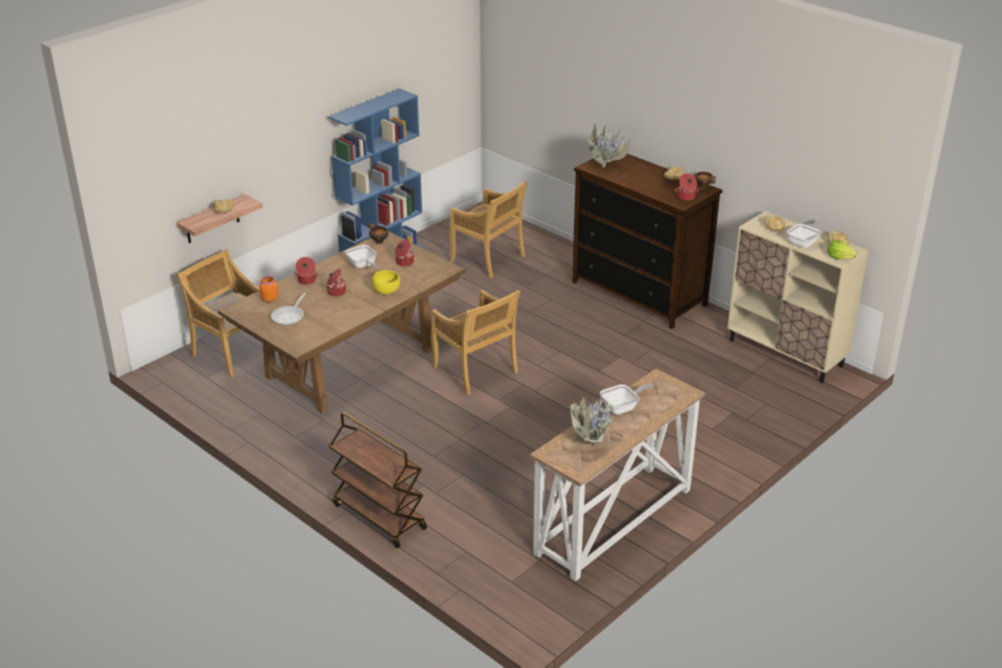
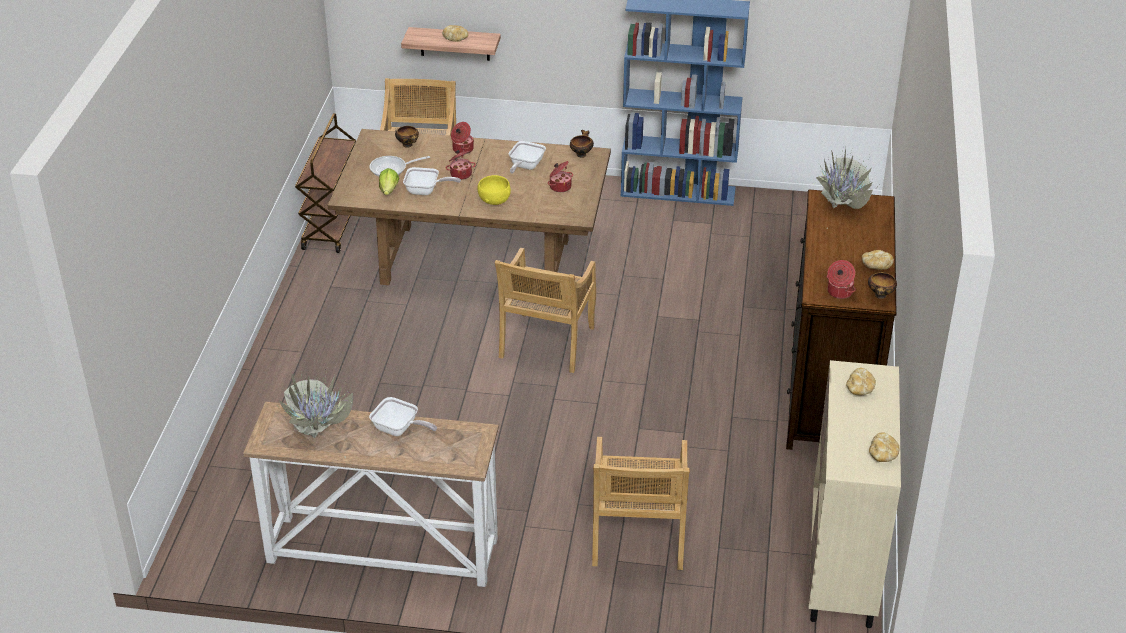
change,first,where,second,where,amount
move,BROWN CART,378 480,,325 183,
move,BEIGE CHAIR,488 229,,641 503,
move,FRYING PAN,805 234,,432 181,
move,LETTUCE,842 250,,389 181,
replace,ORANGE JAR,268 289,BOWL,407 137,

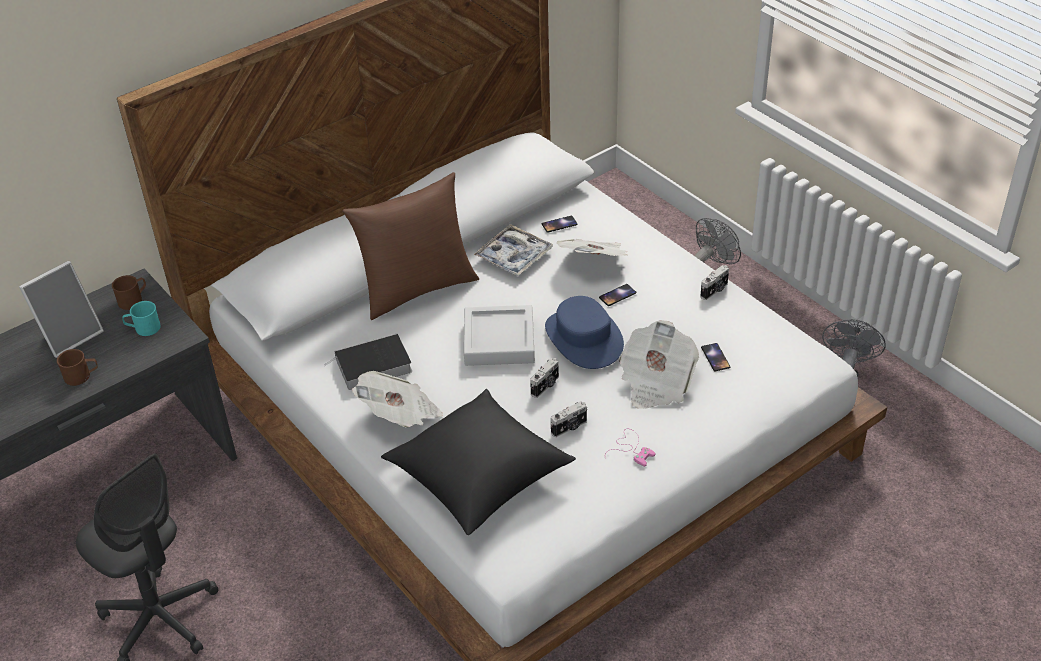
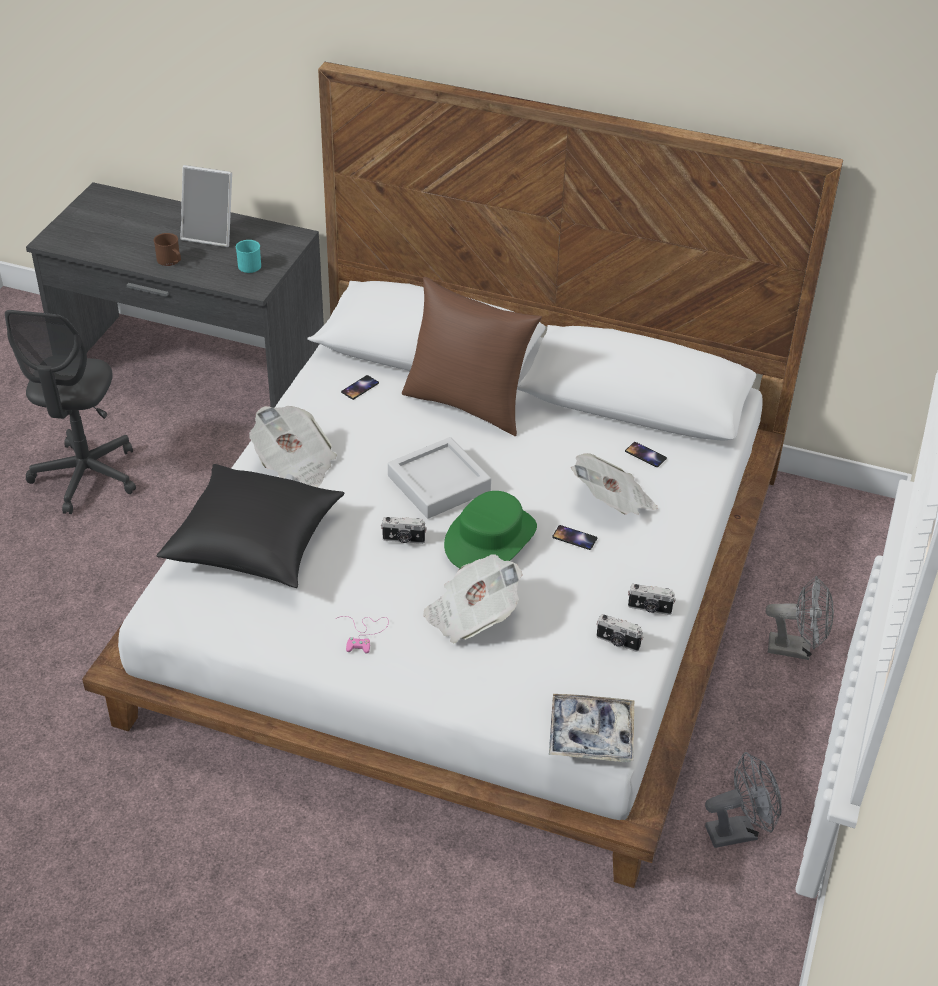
change,first,where,second,where,amount
delete,BROWN MUG,129 292,,,
delete,BOOK,368 361,,,
move,TRAY,513 250,,591 728,
move,PHOTO CAMERA,568 419,,620 633,
move,PHONE,716 357,,360 387,
recolor,BLUE HAT,584 332,GREEN HAT,490 529,

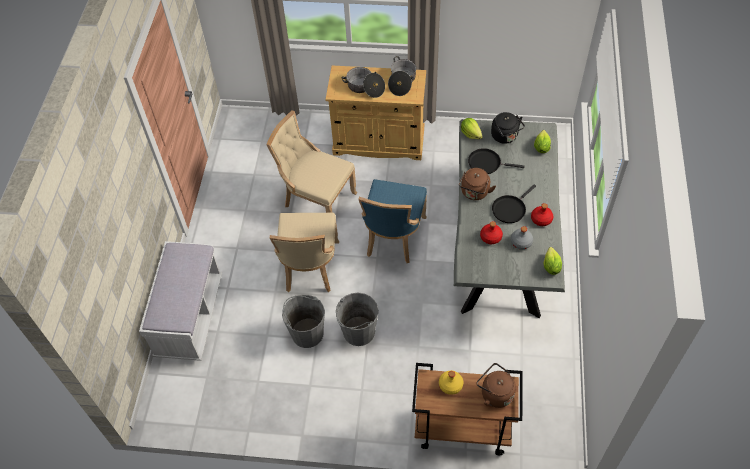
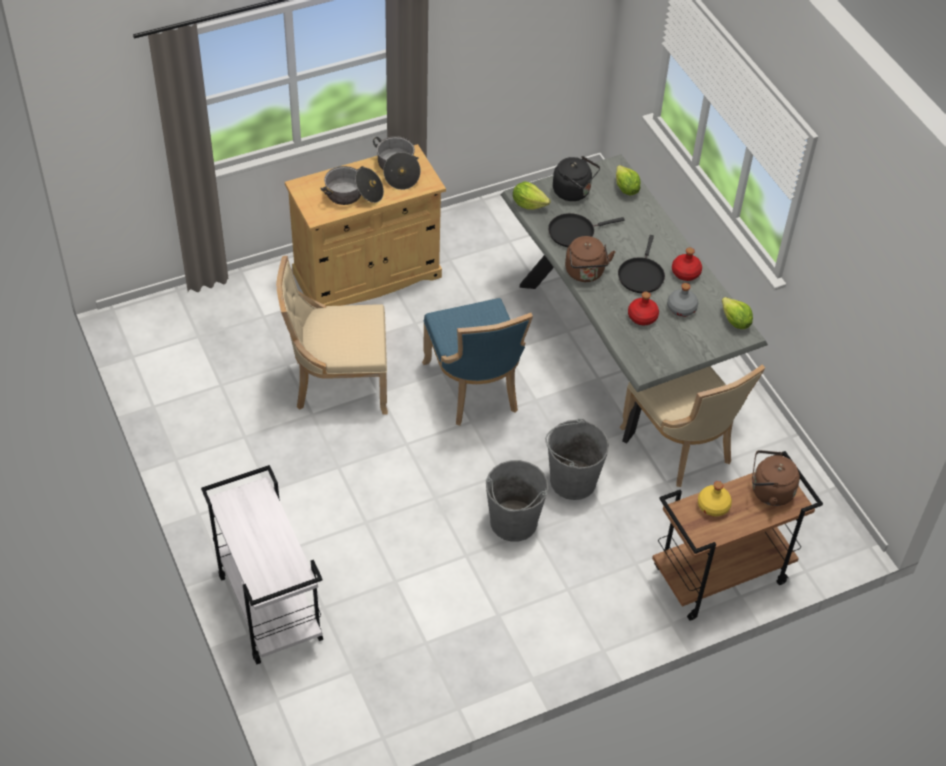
change,first,where,second,where,amount
move,BEIGE CHAIR,304 252,,692 425,
move,GREY BUCKET,303 321,,577 459,
replace,WHITE BENCH,180 301,WHITE CART,262 564,

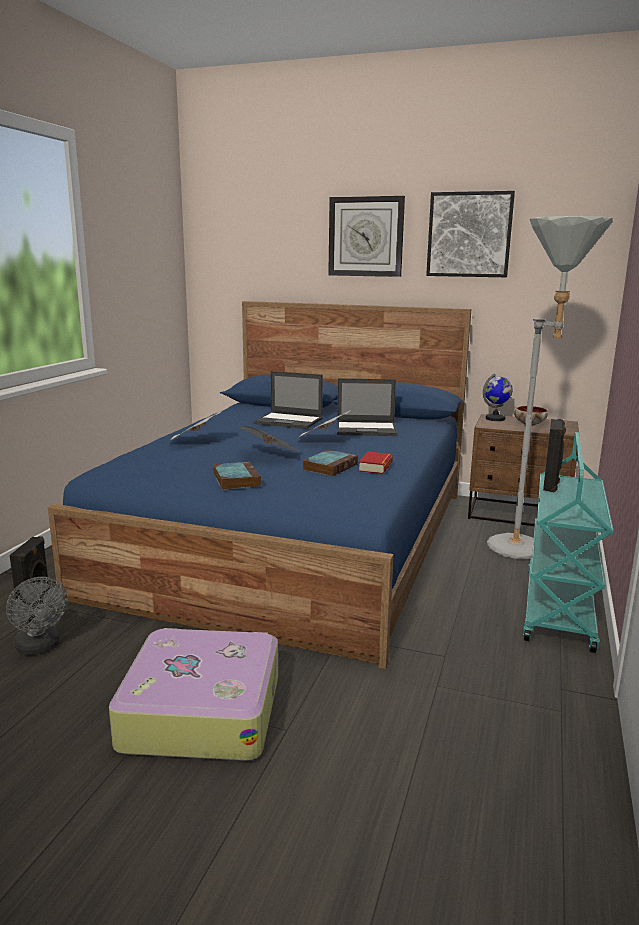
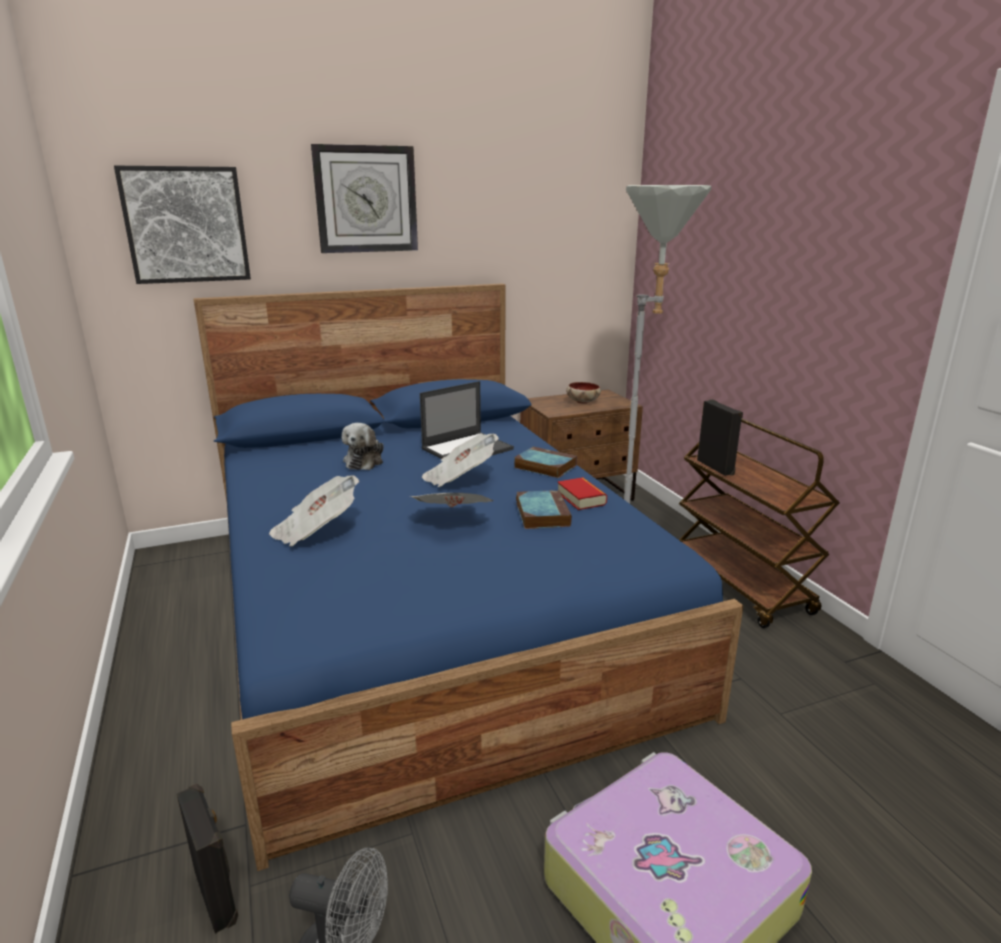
change,first,where,second,where,amount
delete,GLOBE,498 397,,,
move,BOOK,237 475,,545 462,
move,PICTURE,470 234,,182 225,
replace,LAPTOP,288 400,PLUSH TOY,363 446,
recolor,TURQUOISE CART,568 542,BROWN CART,759 523,

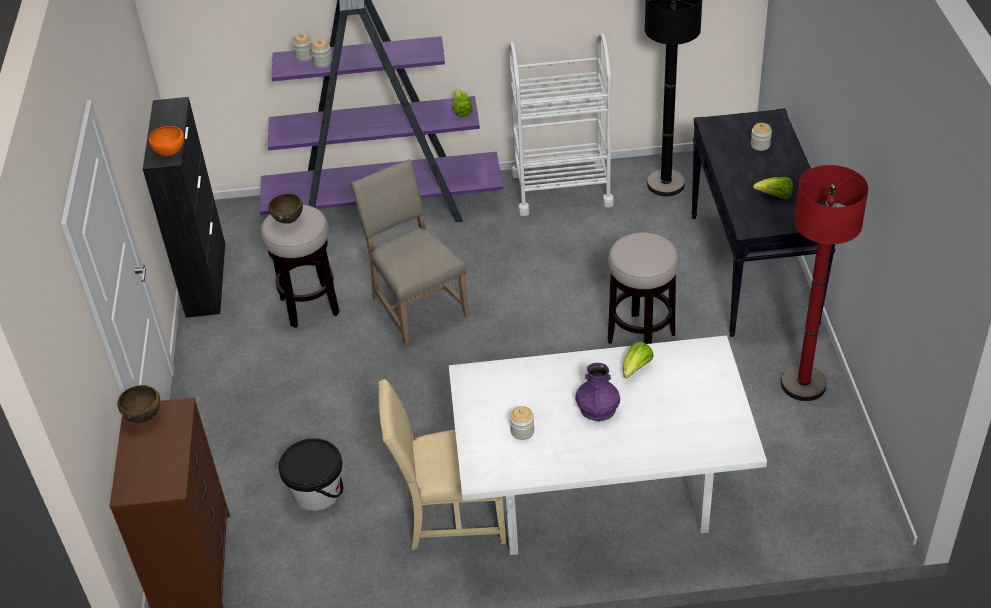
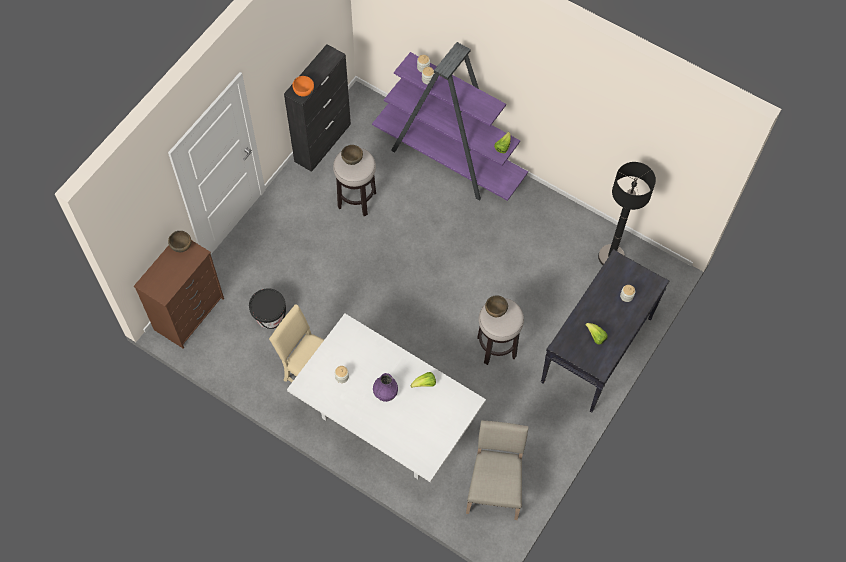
change,first,where,second,where,amount
delete,WHITE CART,561 124,,,
delete,RED FLOOR LAMP,824 283,,,
insert,,,BROWN BOWL,496 306,
move,BEIGE CHAIR,410 252,,497 470,

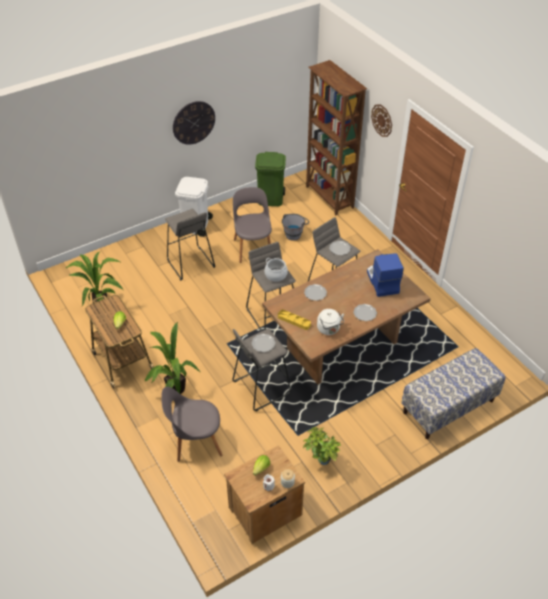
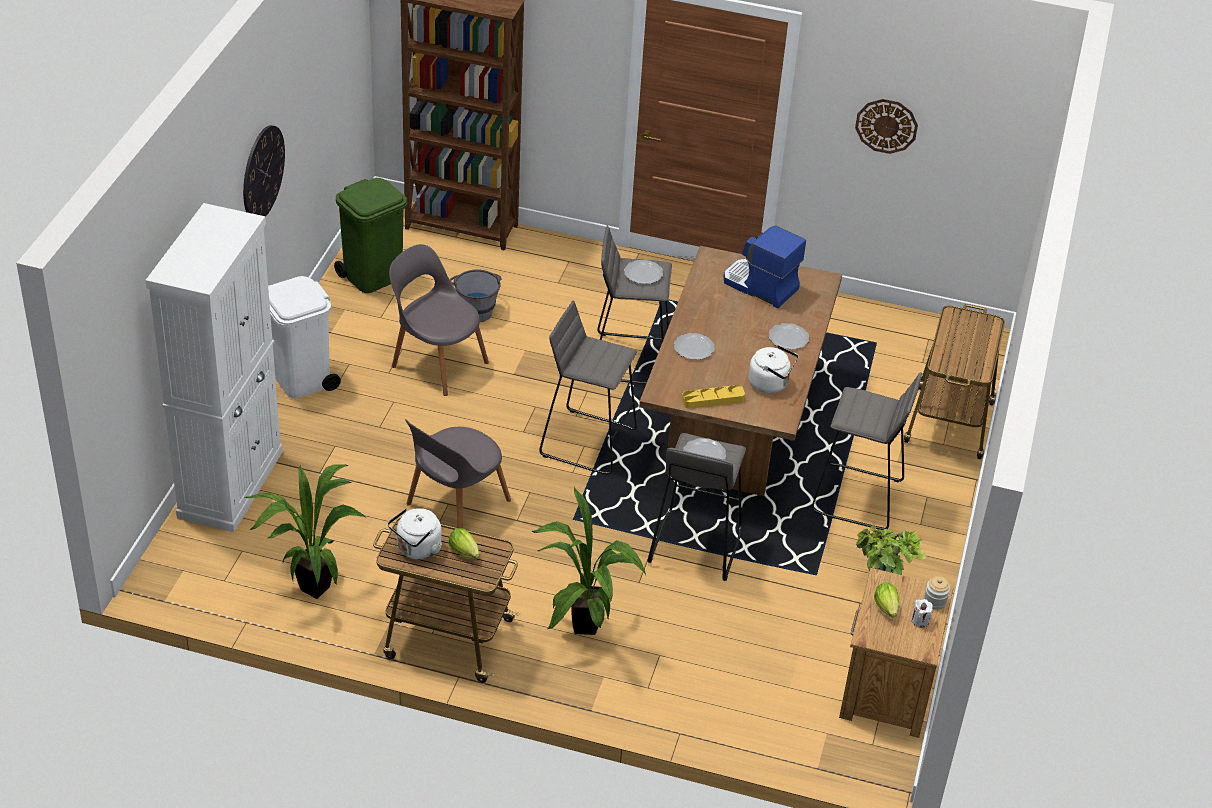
change,first,where,second,where,amount
delete,COOKING POT,276 270,,,
insert,,,WHITE CABINET,214 367,
insert,,,WHITE KETTLE,414 534,
move,GREY CHAIR,191 424,,458 474,
move,GREY STOOL,190 244,,867 451,
move,WALL CLOCK,381 120,,886 126,
replace,BENCH,453 393,CART,954 381,

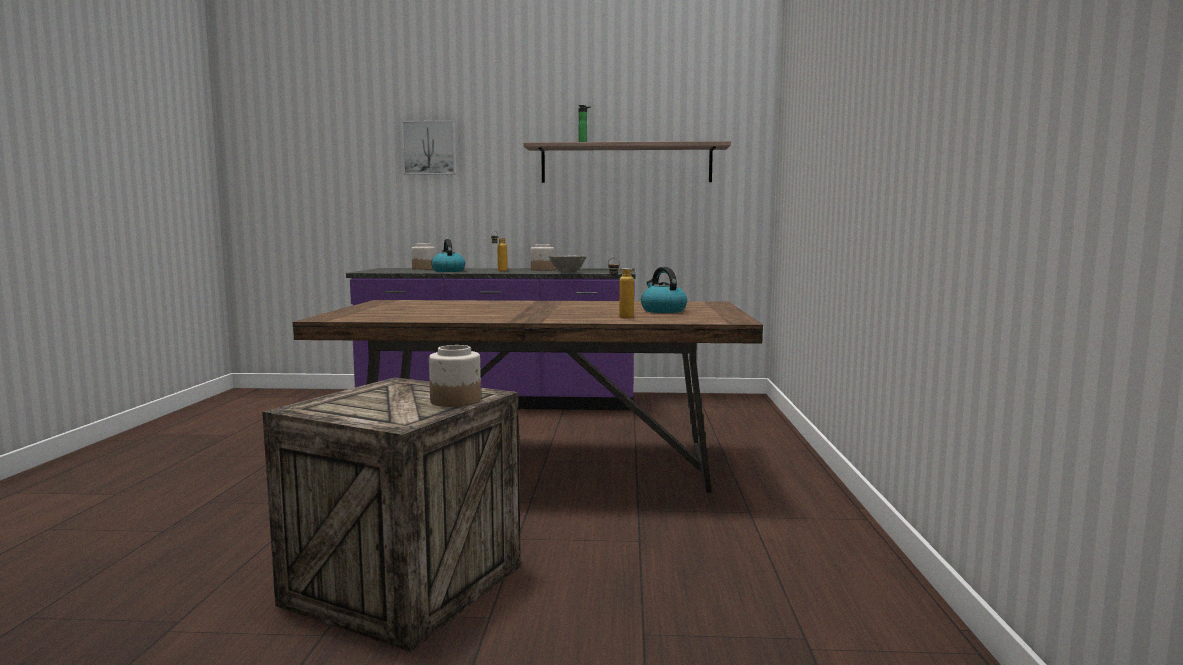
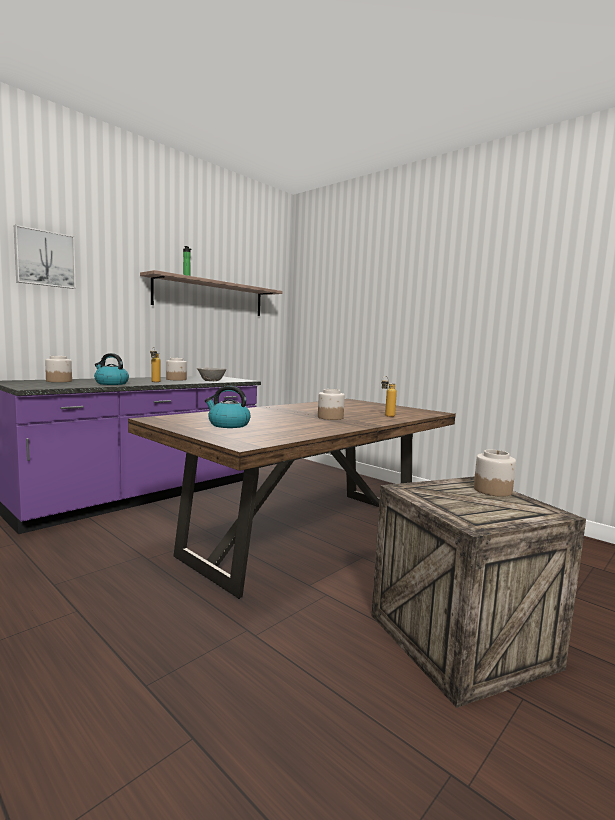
change,first,where,second,where,amount
insert,,,JAR,331 404,
move,KETTLE,664 290,,228 407,

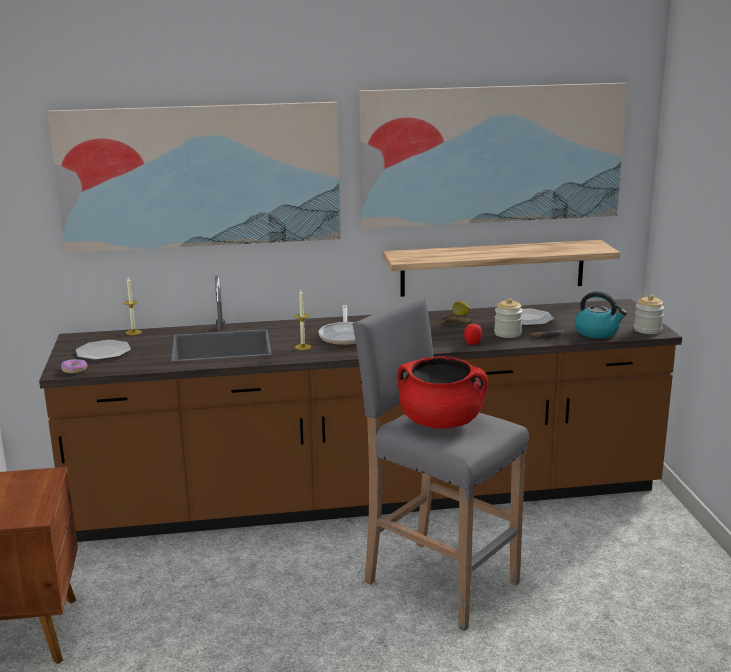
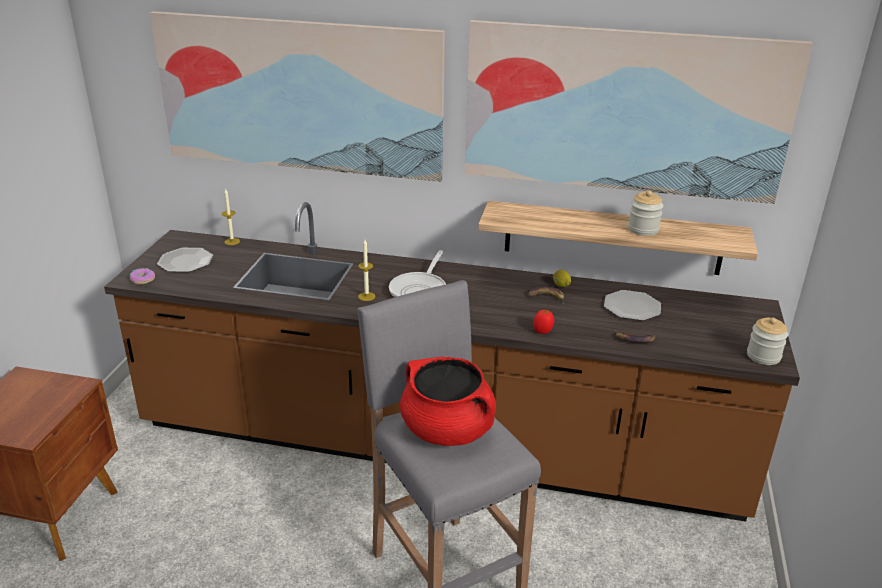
change,first,where,second,where,amount
delete,KETTLE,600 314,,,
move,JAR,508 318,,645 213,

